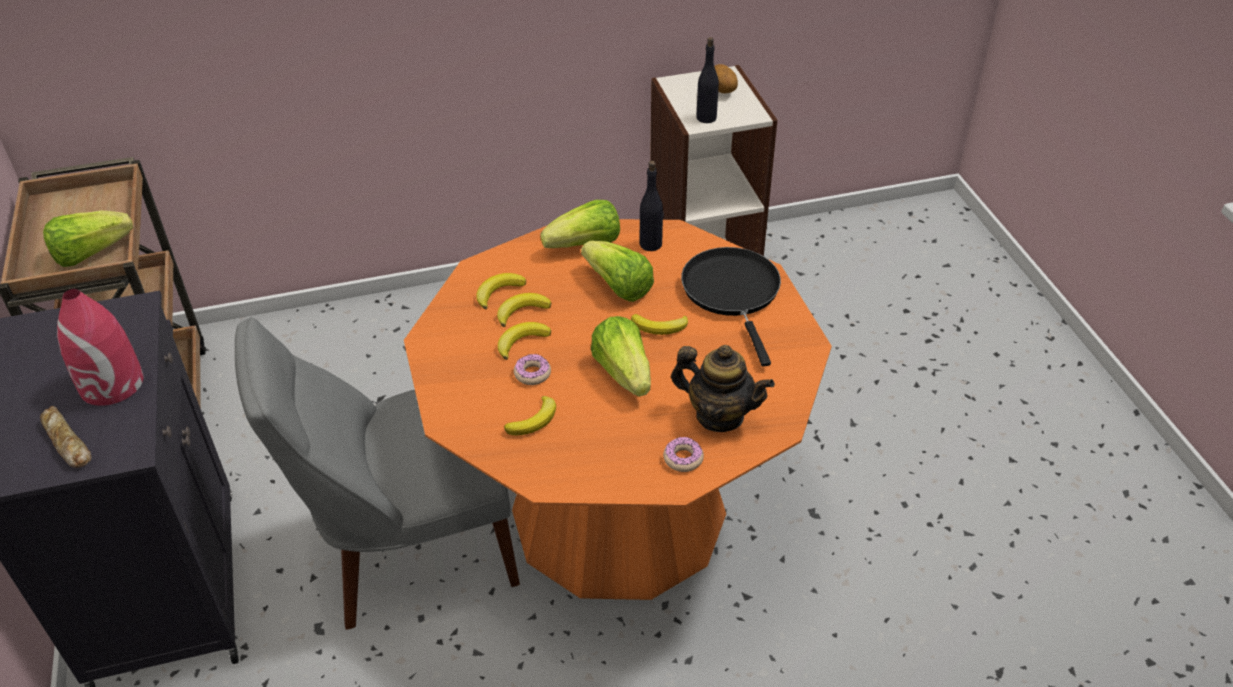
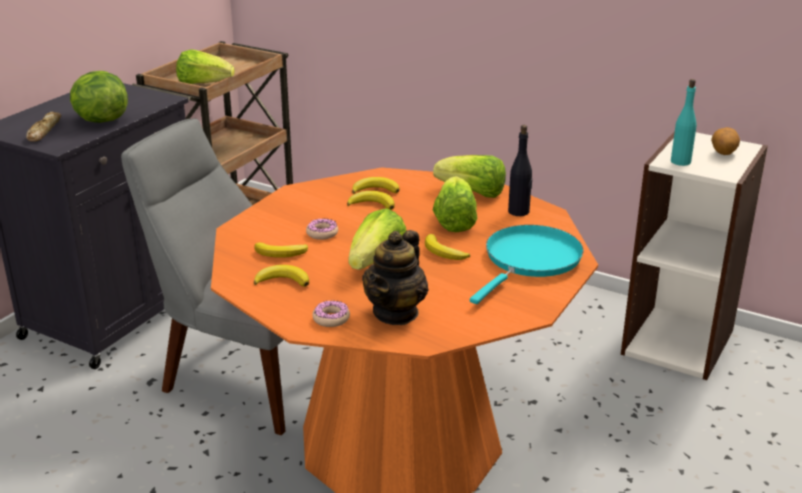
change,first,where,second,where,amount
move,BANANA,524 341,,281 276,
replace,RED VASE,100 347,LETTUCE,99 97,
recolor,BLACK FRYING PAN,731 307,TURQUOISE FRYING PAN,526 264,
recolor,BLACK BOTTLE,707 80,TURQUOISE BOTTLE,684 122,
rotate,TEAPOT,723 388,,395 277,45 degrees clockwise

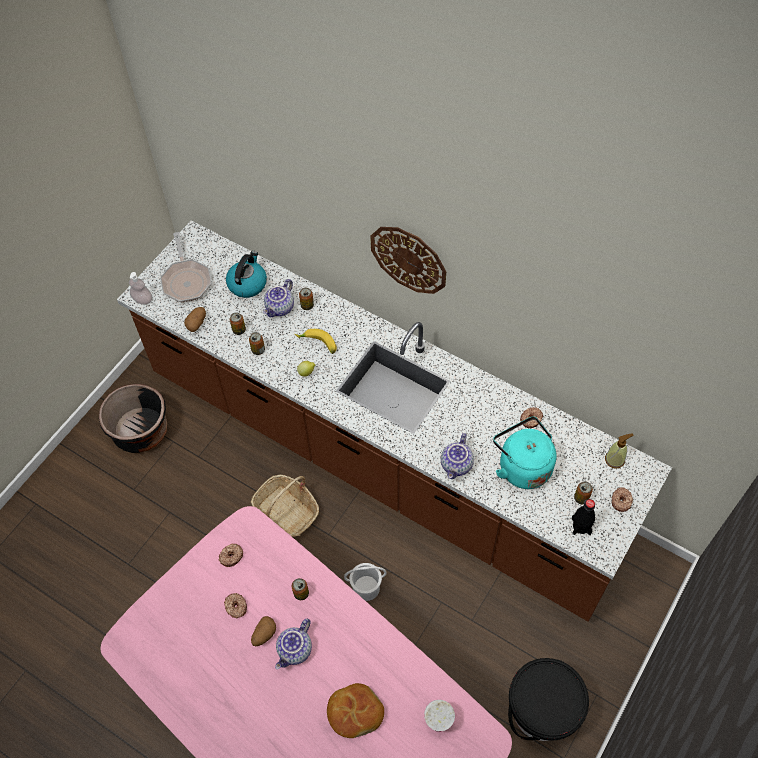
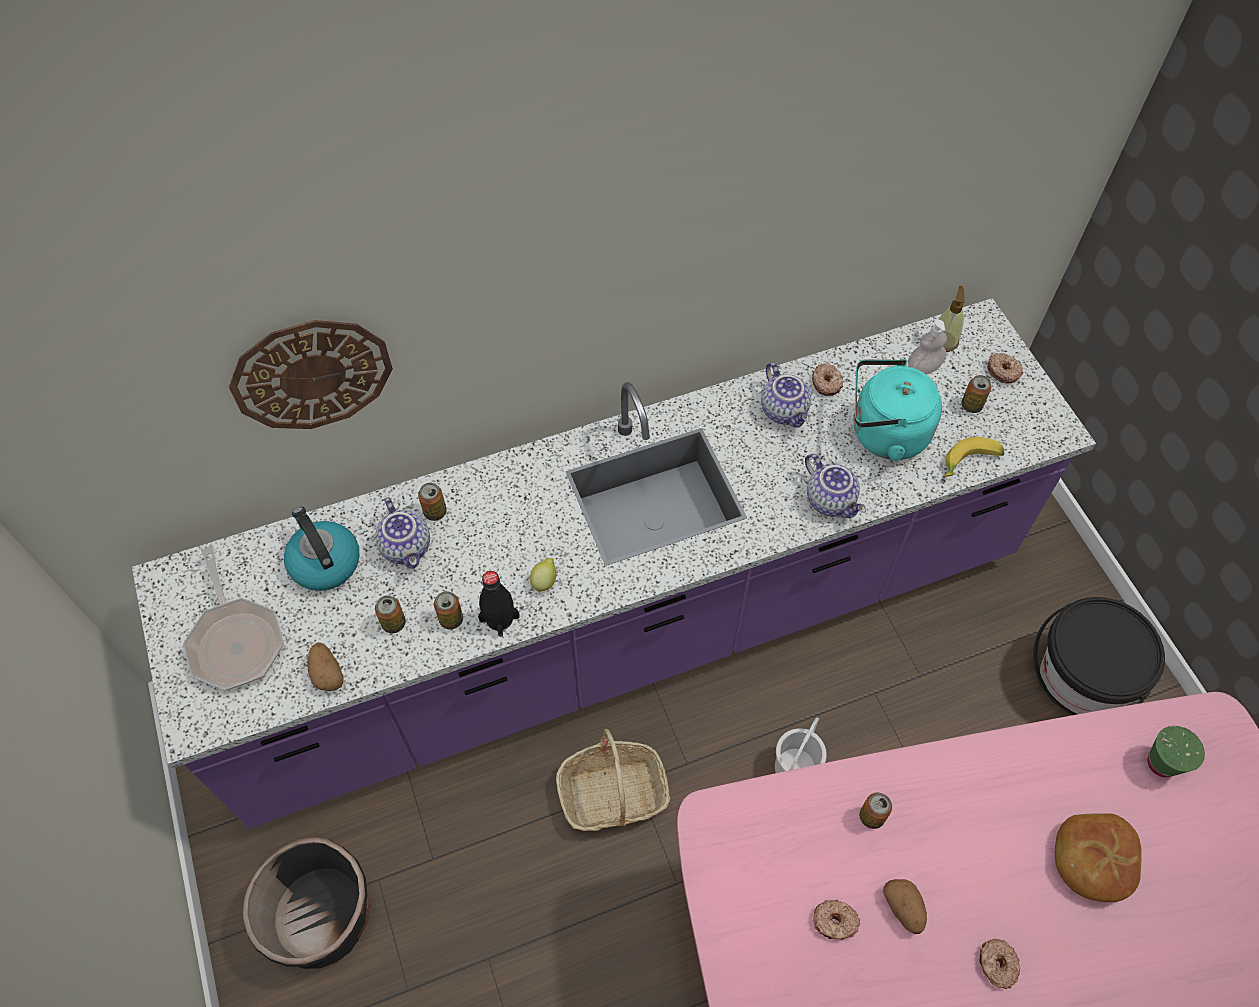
change,first,where,second,where,amount
move,SOAP DISPENSER,140 288,,927 347,
move,DONUT,231 555,,999 964,
move,TEAPOT,293 644,,786 395,
move,BANANA,316 341,,973 457,
move,WALL CLOCK,408 260,,311 374,
move,BLACK BOTTLE,583 517,,499 604,
recolor,BROWN COUNTER,394 421,PURPLE COUNTER,614 563,
recolor,WHITE CUP,439 716,GREEN CUP,1176 751,
rotate,FRYING PAN,186 267,,233 618,45 degrees clockwise

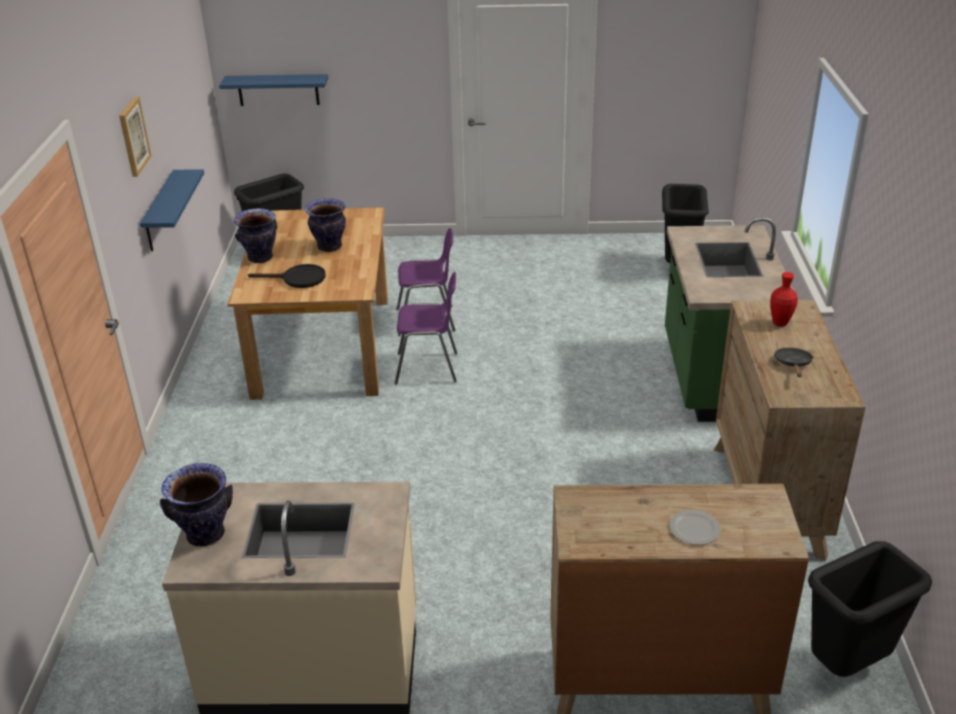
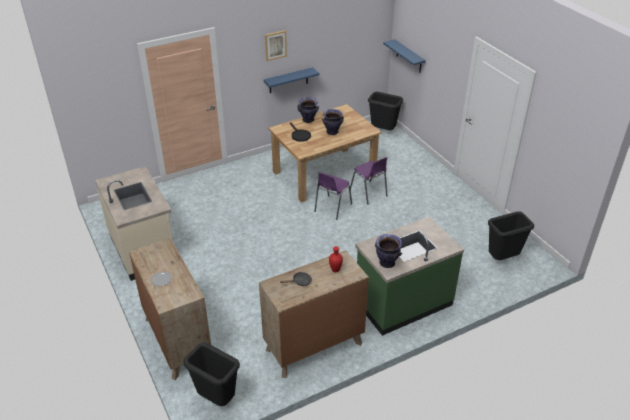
change,first,where,second,where,amount
move,VASE,196 505,,388 251,
rotate,PURPLE CHAIR,426 328,,333 196,60 degrees clockwise

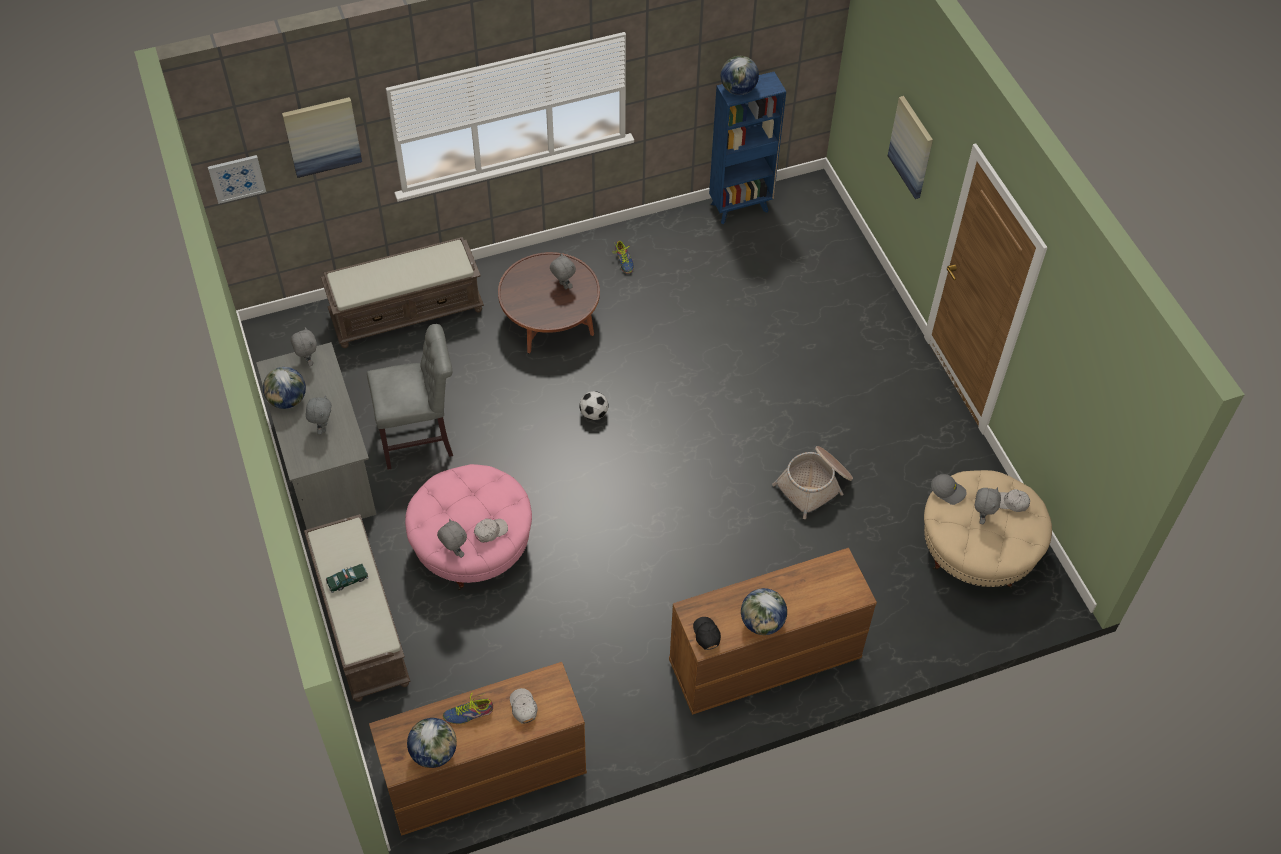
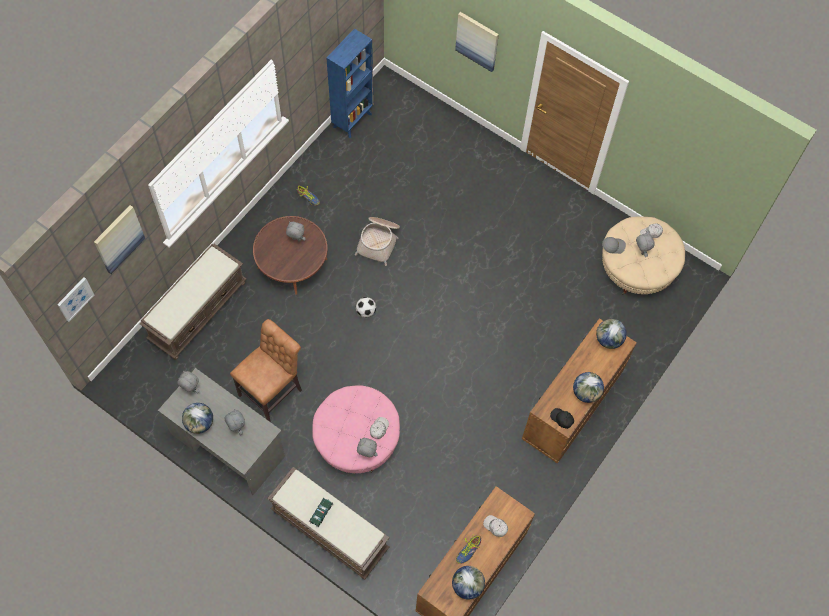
change,first,where,second,where,amount
move,GLOBE,740 75,,611 334,
move,BASKET,812 482,,377 241,
recolor,GREY CHAIR,410 397,BROWN CHAIR,266 370,

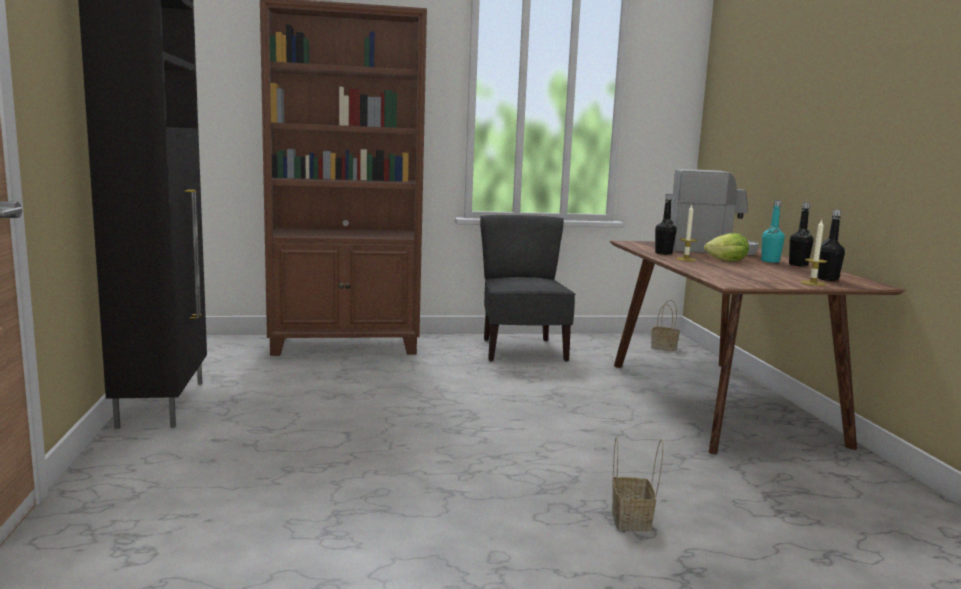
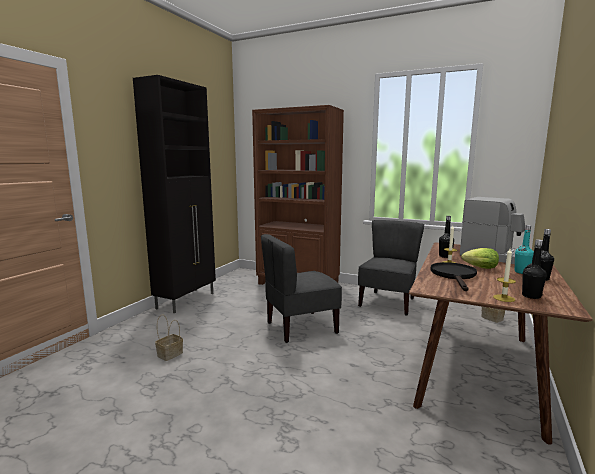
change,first,where,second,where,amount
insert,,,GREY CHAIR,301 288,
insert,,,BLACK FRYING PAN,453 276,
move,BASKET,637 484,,169 338,

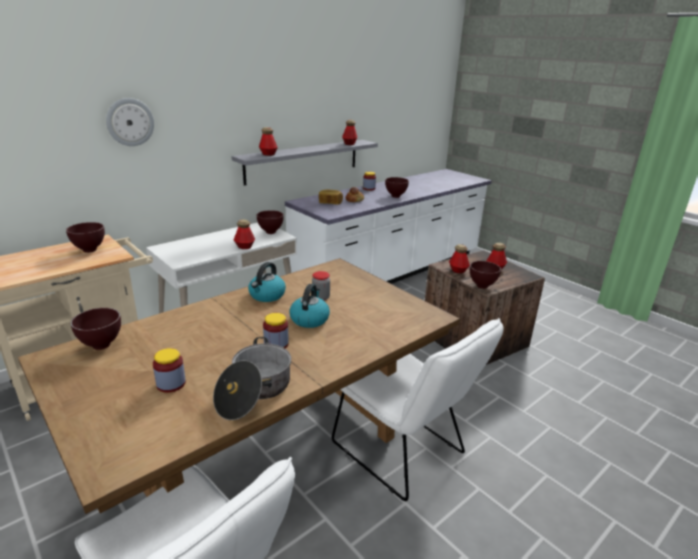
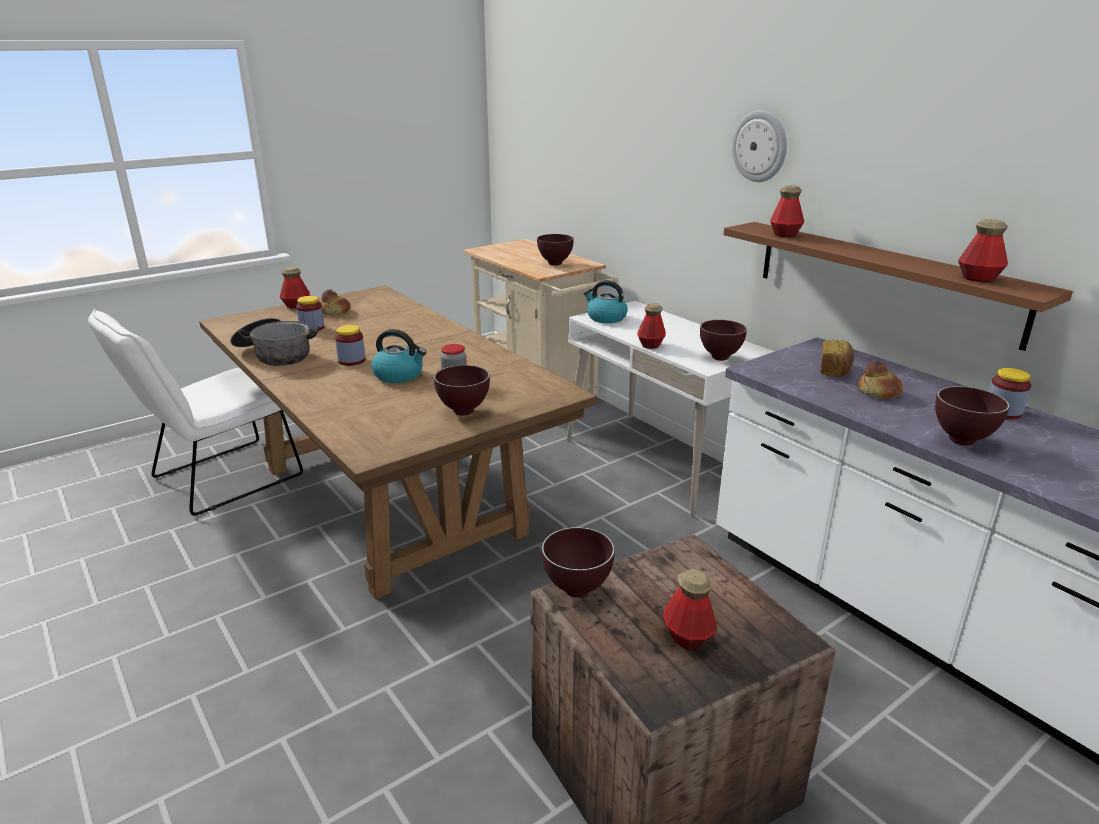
change,first,where,second,where,amount
delete,WHITE CHAIR,418 409,,,
insert,,,BREAD,336 302,
move,BROWN BOWL,95 329,,462 390,
move,WALL CLOCK,130 122,,759 146,
move,KETTLE,267 282,,605 301,
move,BOTTLE,459 259,,295 287,
recolor,GREY SHELF,304 163,BROWN SHELF,898 286,

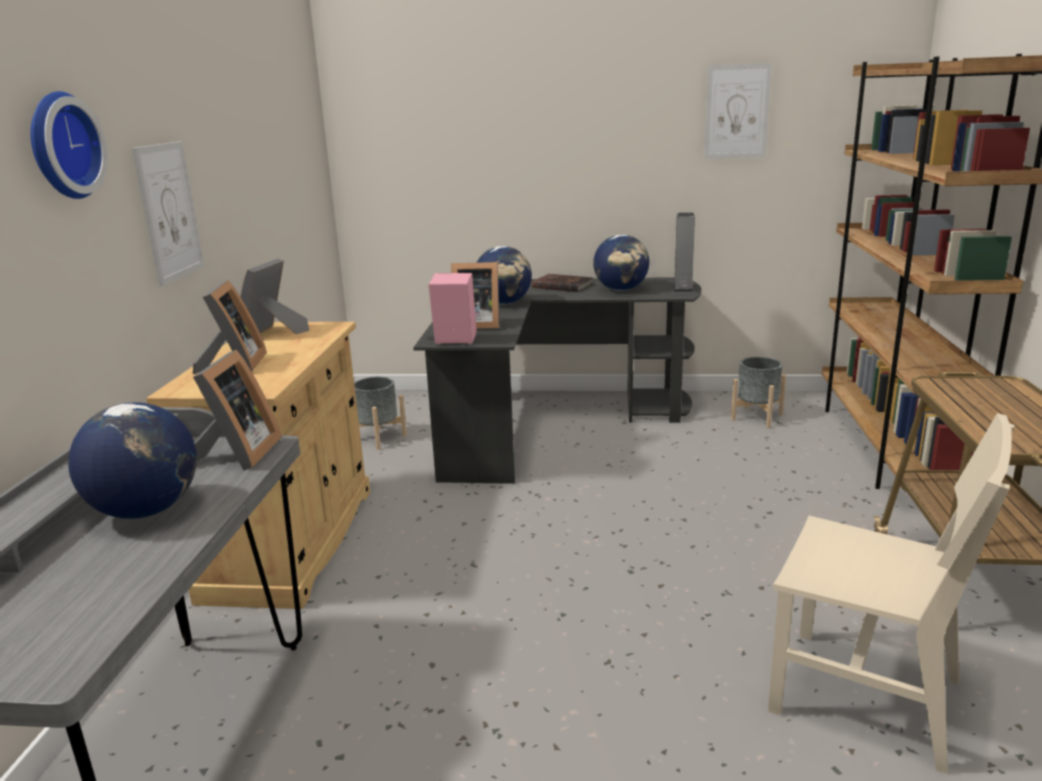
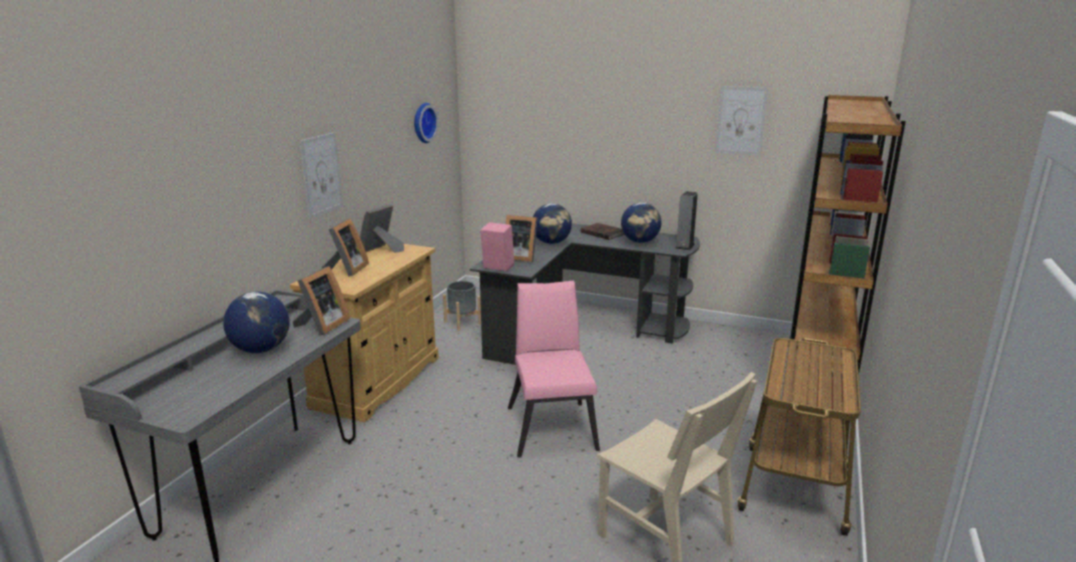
change,first,where,second,where,amount
delete,GREY PLANTER,758 392,,,
insert,,,PINK CHAIR,554 369,
move,WALL CLOCK,69 145,,426 123,

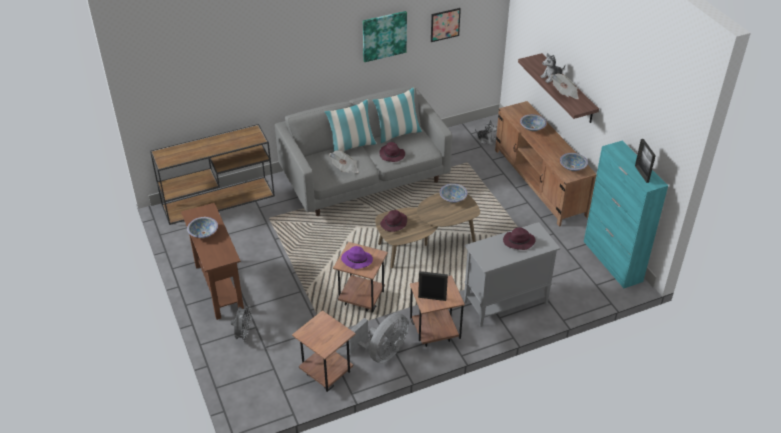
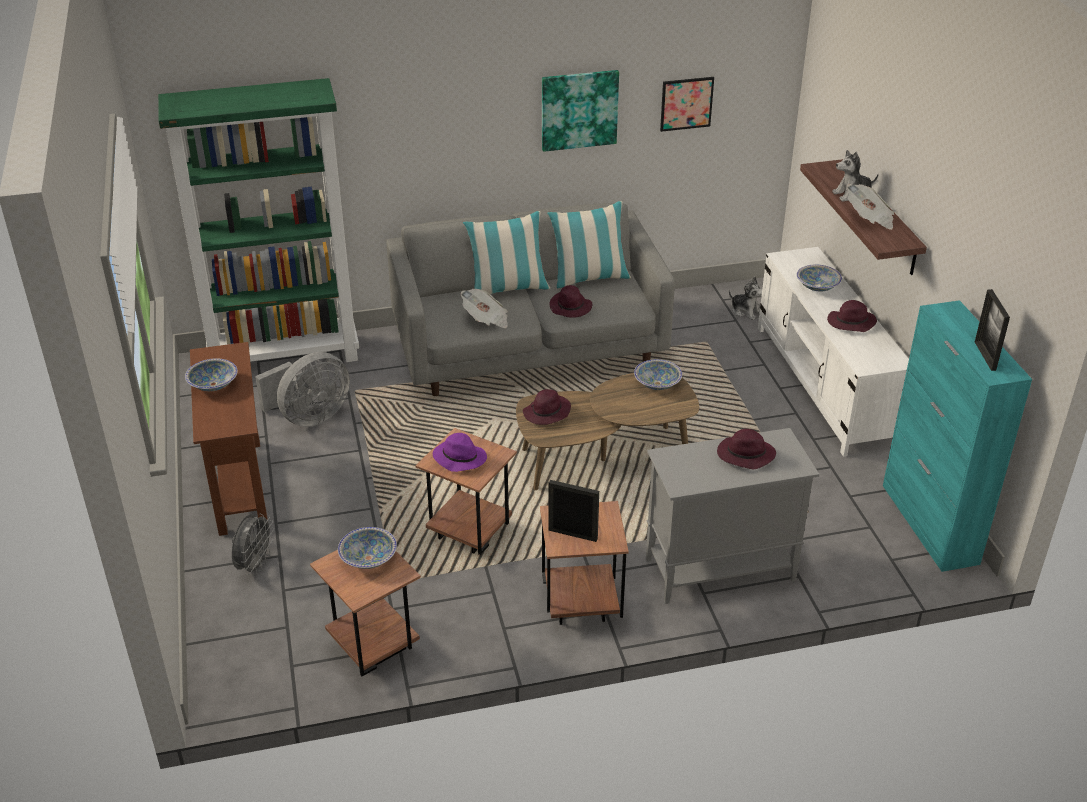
change,first,where,second,where,amount
insert,,,PURPLE HAT,852 316,
move,GREY FAN,379 338,,302 389,
move,BOWL,574 162,,367 548,
replace,BROWN CONSOLE TABLE,212 174,GREEN BOOKCASE,258 220,
recolor,BROWN TV STAND,546 164,WHITE TV STAND,833 352,

